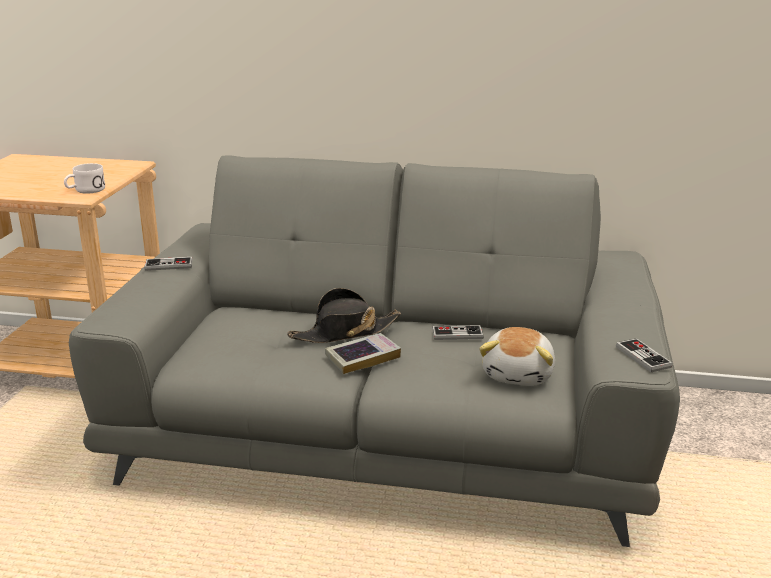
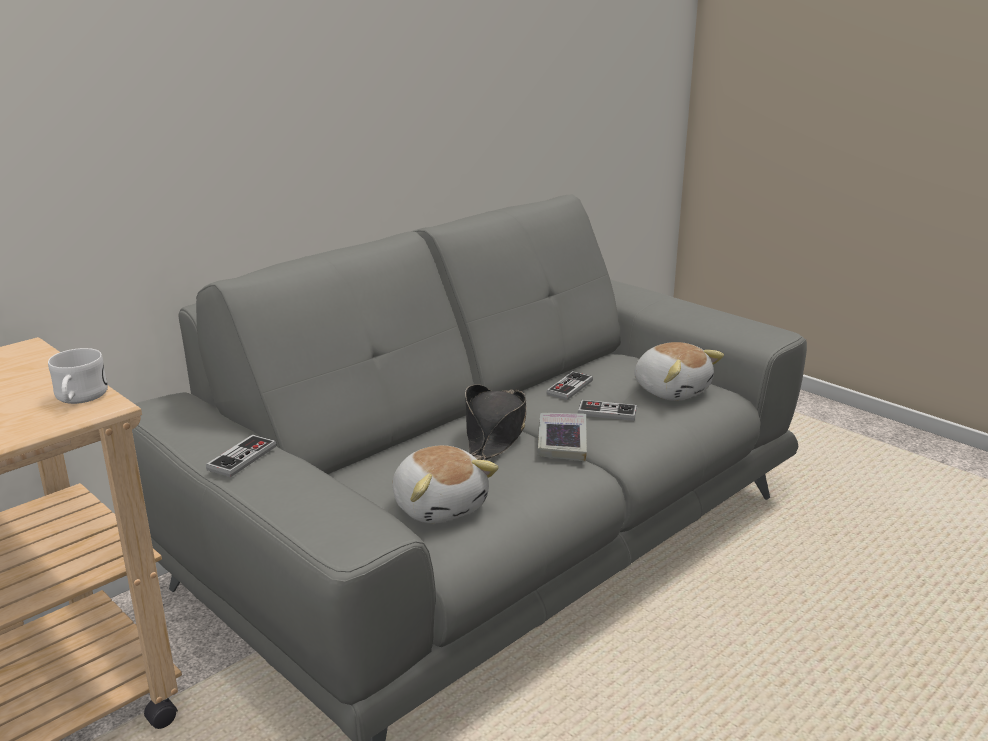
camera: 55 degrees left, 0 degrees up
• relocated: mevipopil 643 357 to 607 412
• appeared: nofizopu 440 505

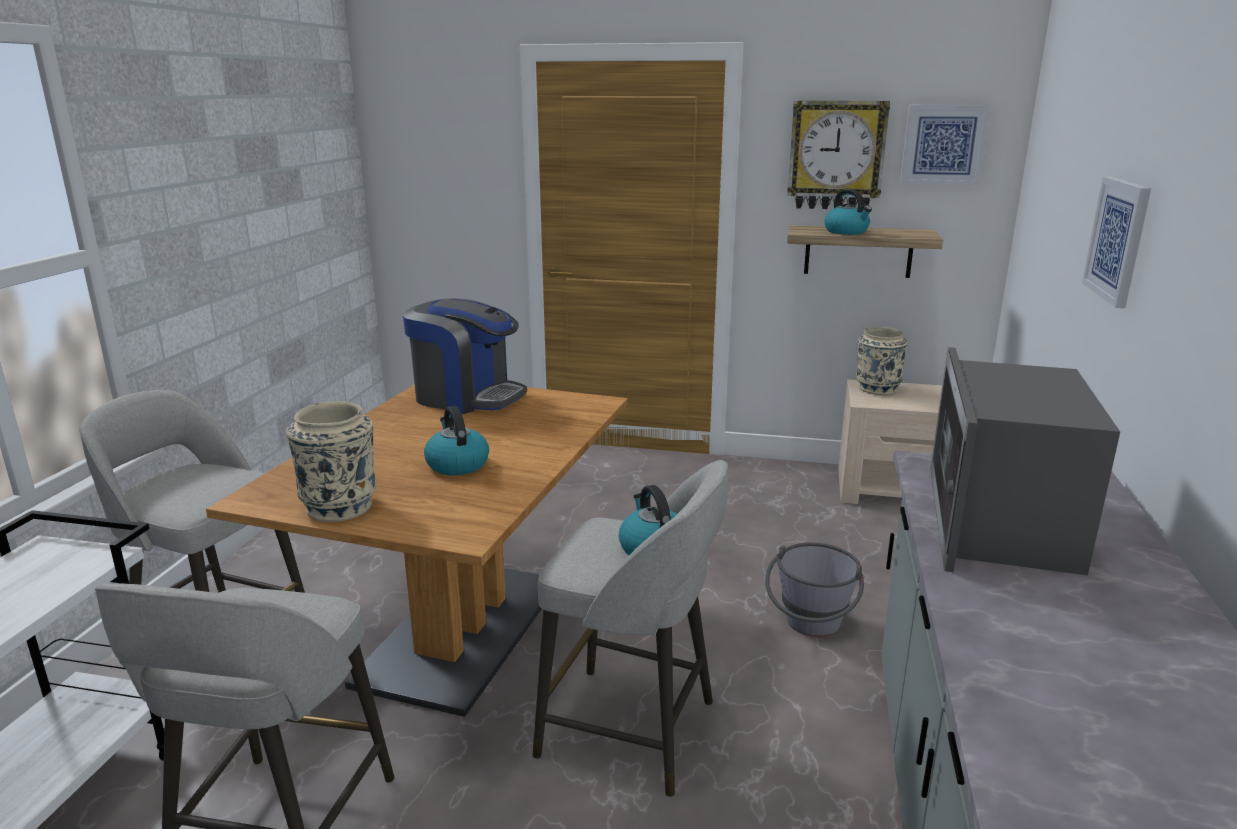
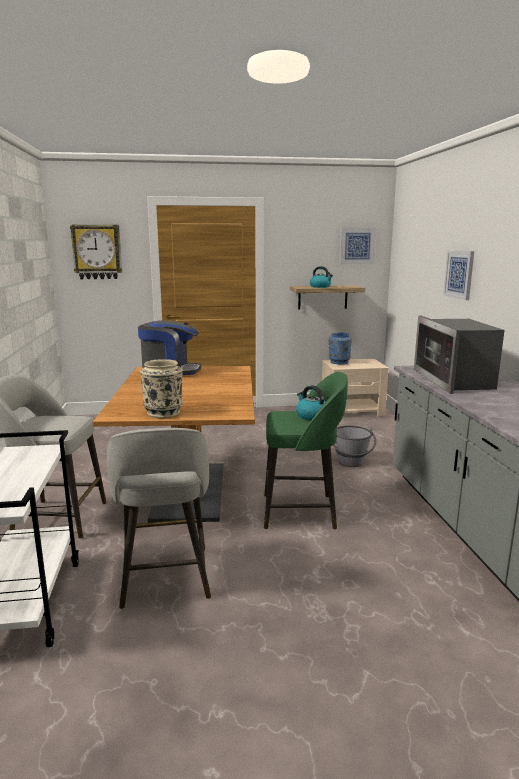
camera: 20 degrees left, 5 degrees down
• missing: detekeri 456 464
• colour: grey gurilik 632 730 to green gurilik 301 511
• relocated: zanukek 836 155 to 97 252
• colour: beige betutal 877 389 to blue betutal 339 362

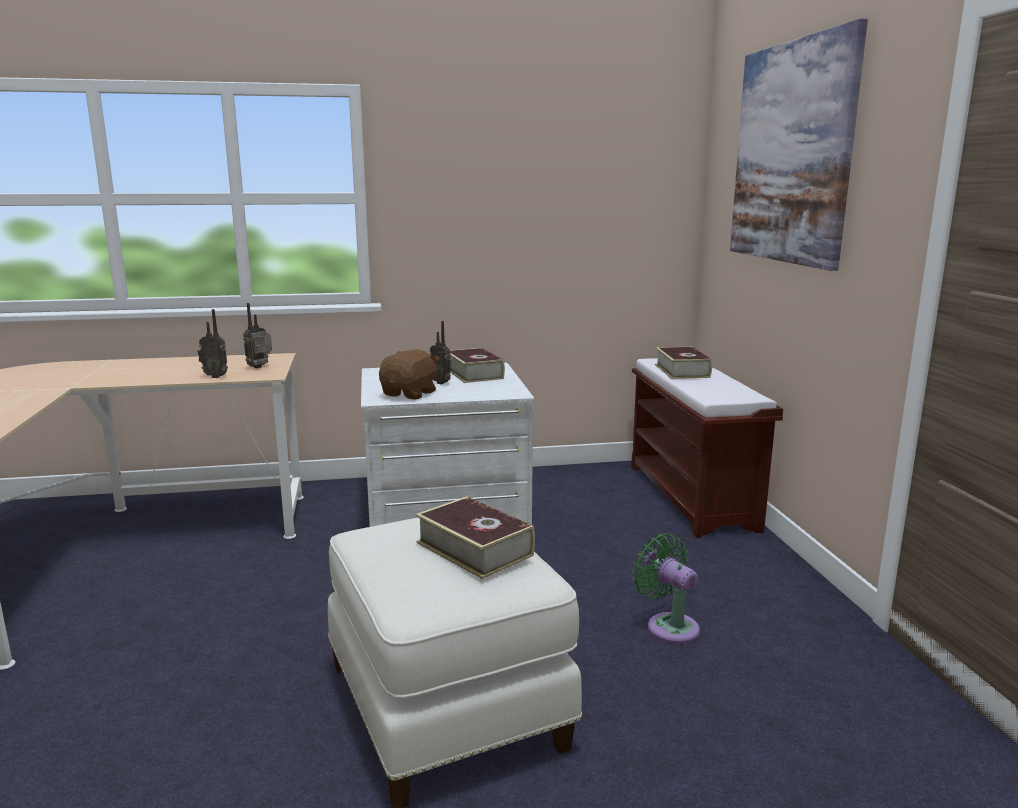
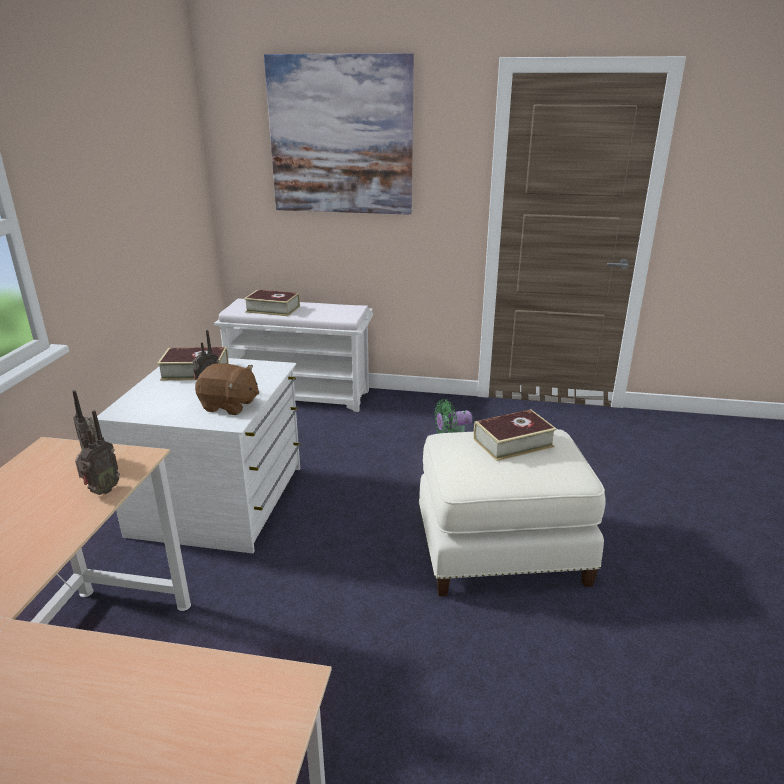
camera: 70 degrees left, 10 degrees up
• spun: brown nofizopu 410 394 = 229 406 150 degrees clockwise
• colour: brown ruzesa 692 497 to white ruzesa 301 395

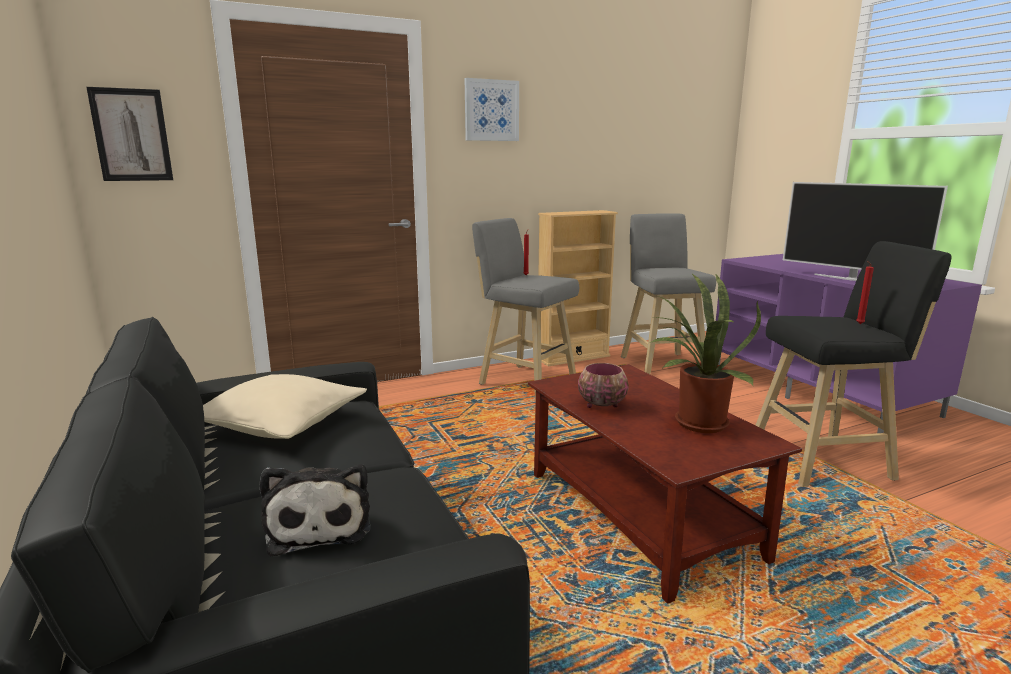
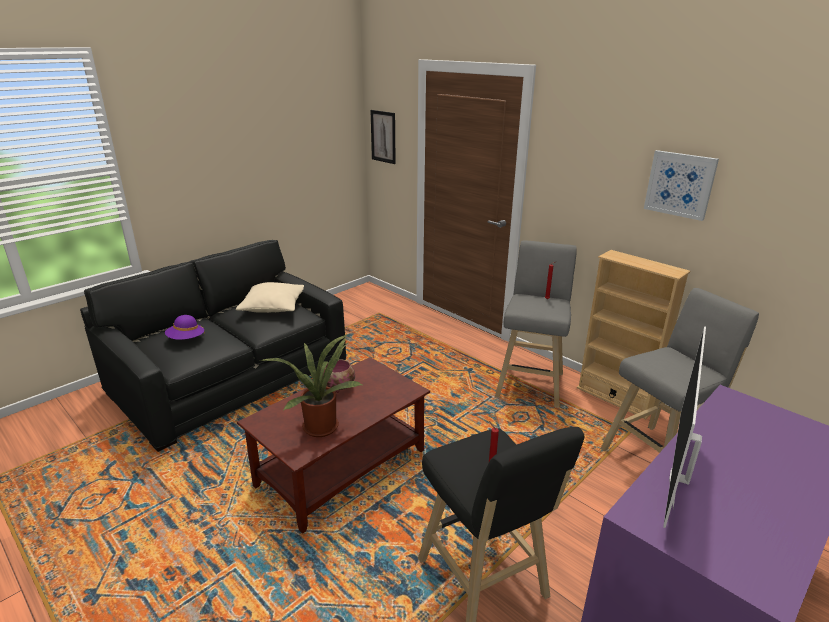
camera: 70 degrees right, 10 degrees up
• exchanged: nofizopu 319 525 to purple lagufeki 186 339
• relocated: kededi 491 110 to 680 184

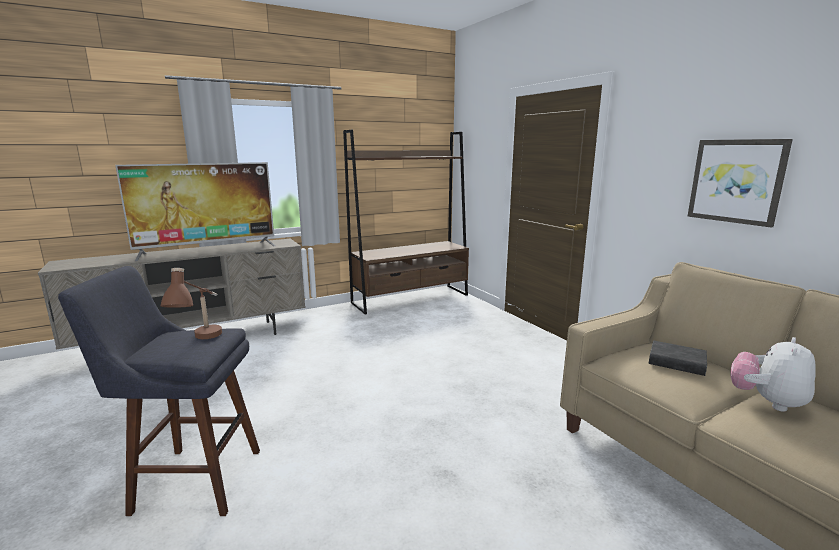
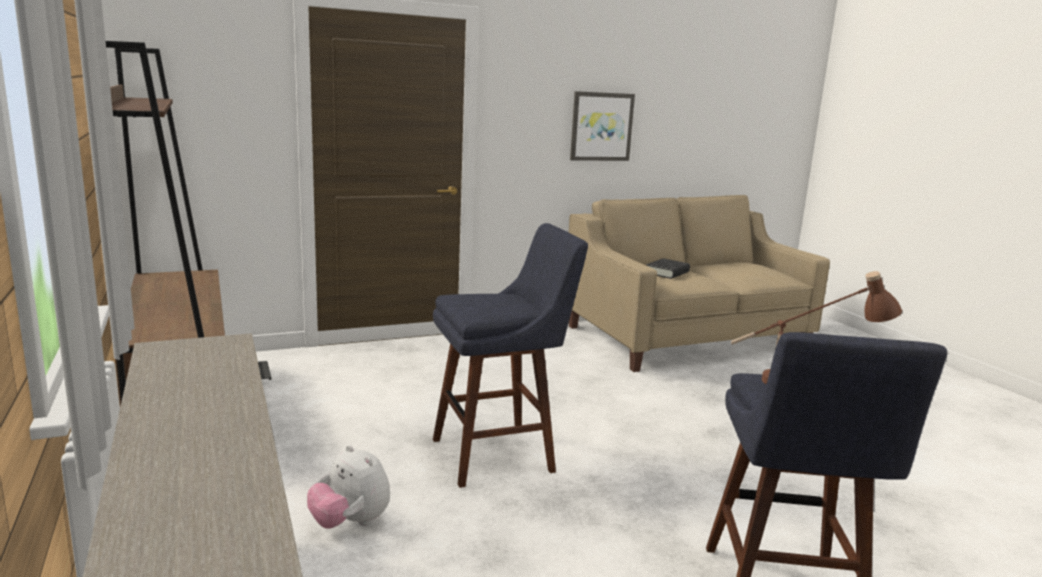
camera: 85 degrees left, 0 degrees up
• missing: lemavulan 208 250
• relocated: nofizopu 767 402 to 350 523
• appeared: blue gurilik 500 454

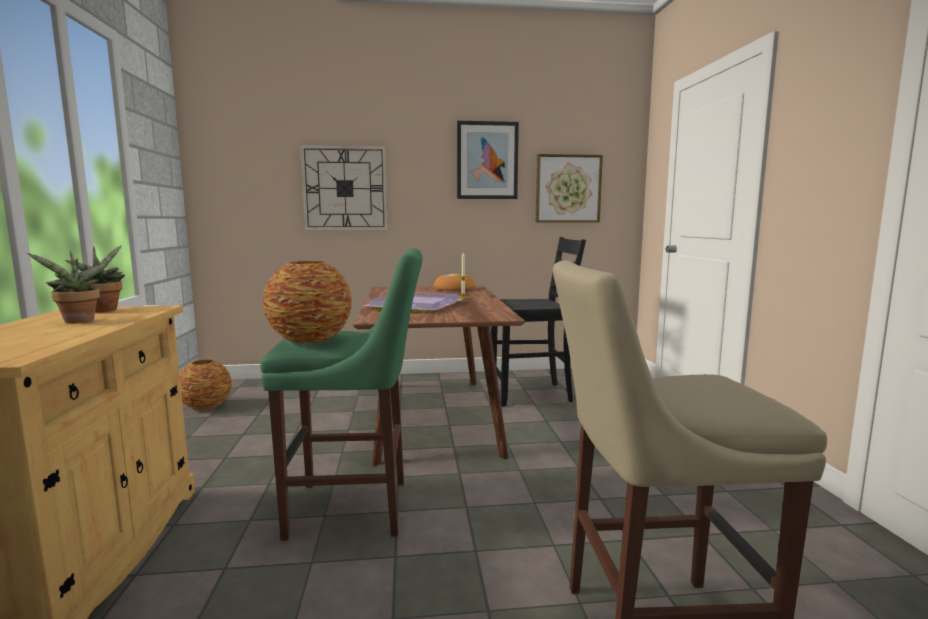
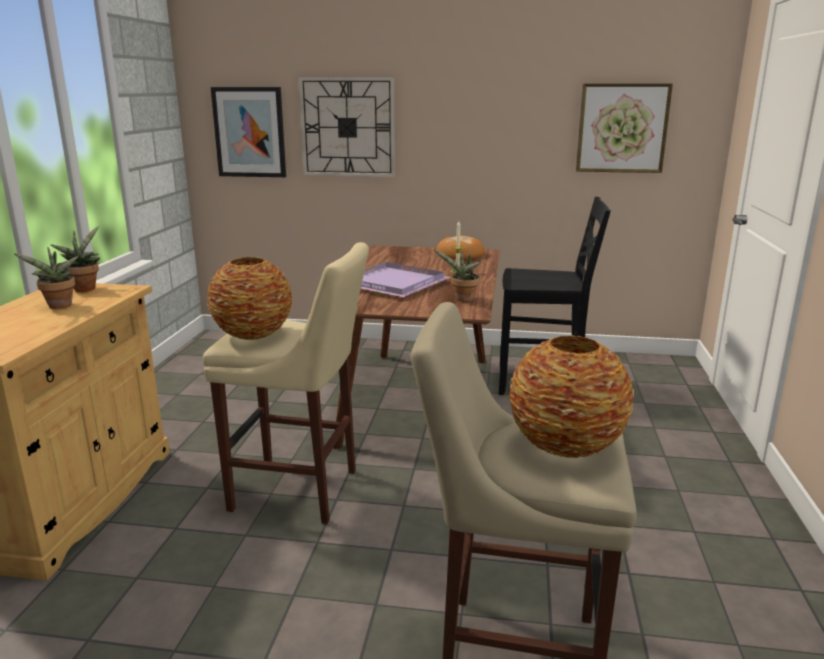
camera: 15 degrees right, 10 degrees up
• relocated: betutal 206 406 to 565 445
• colour: green gurilik 356 508 to beige gurilik 301 491
• relocated: kededi 487 160 to 249 132
• appeared: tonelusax 462 300

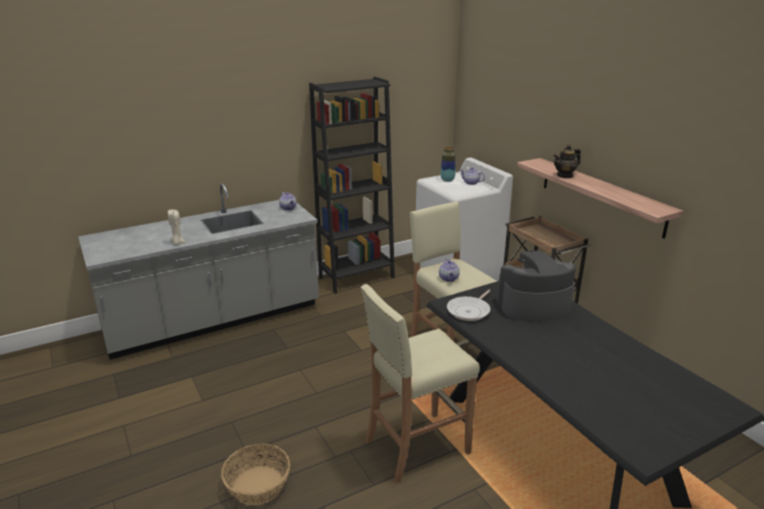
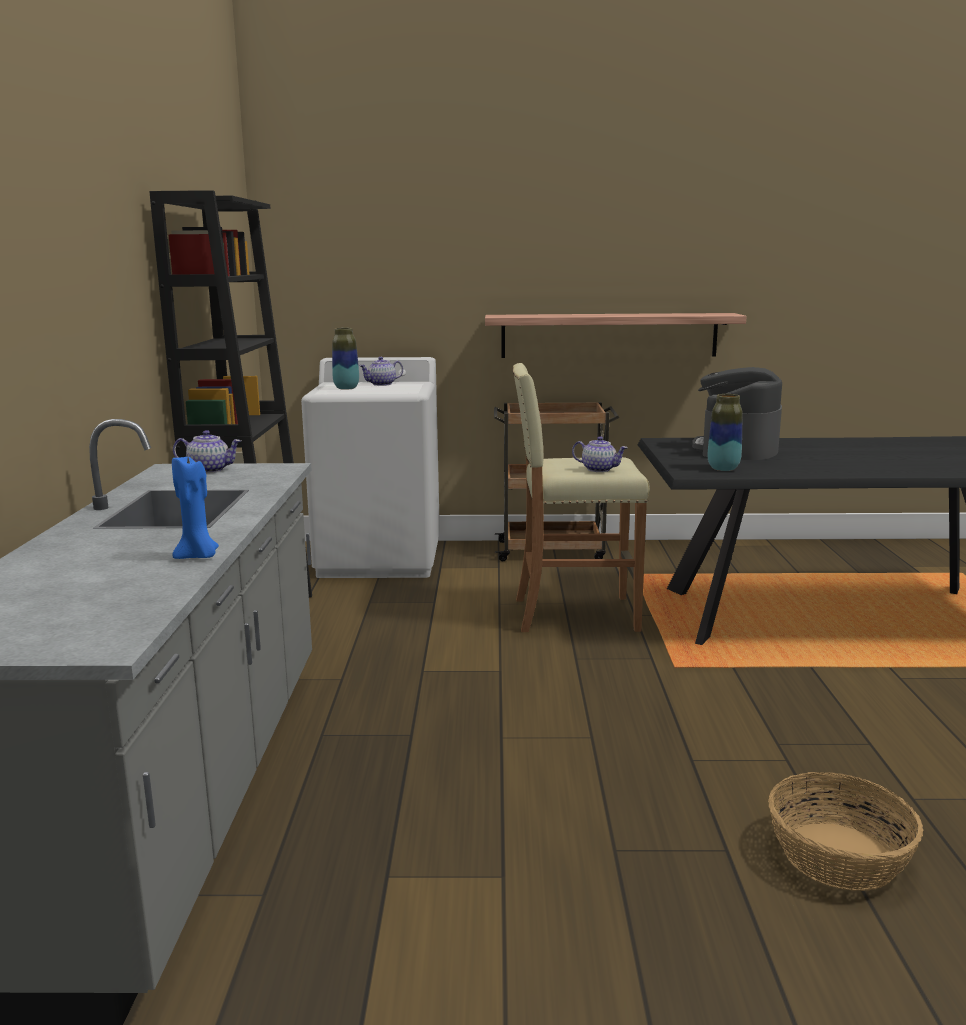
camera: 60 degrees left, 10 degrees down
• colour: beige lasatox 177 243 to blue lasatox 198 556
• missing: beige gurilik 416 447
• exchanged: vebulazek 470 310 to betutal 723 469
• missing: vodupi 565 175

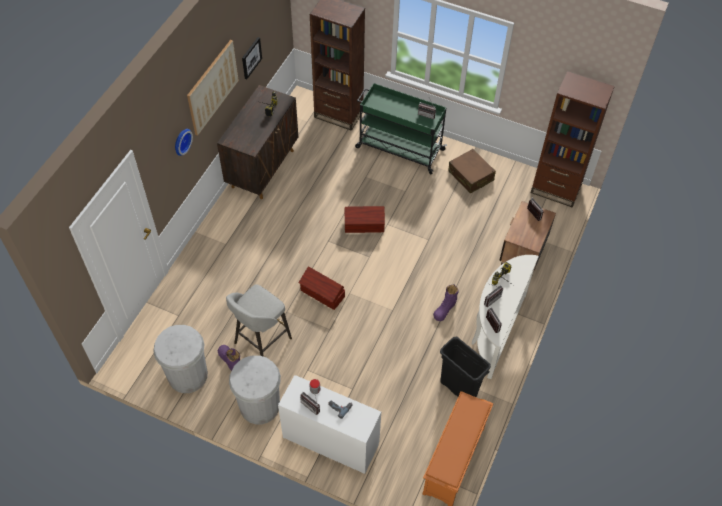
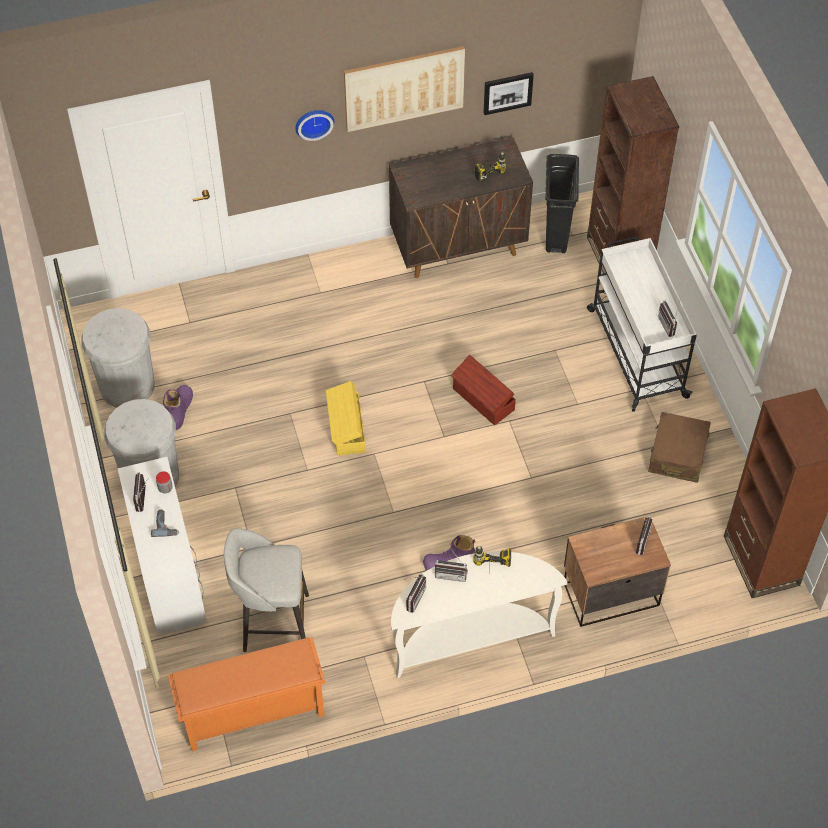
camera: 50 degrees right, 0 degrees up
• relocated: grey gurilik 261 341 to 273 622
• colour: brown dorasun 322 294 to yellow dorasun 346 429
• colour: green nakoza 399 148 to white nakoza 636 351
• relocated: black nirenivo 458 388 to 556 234

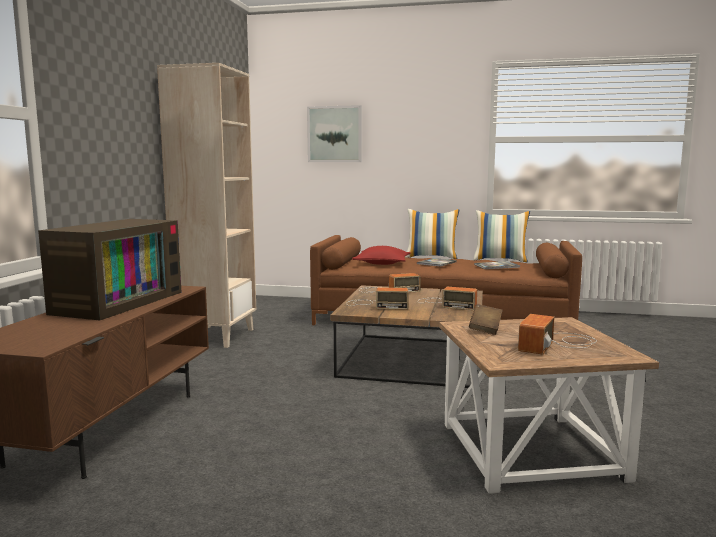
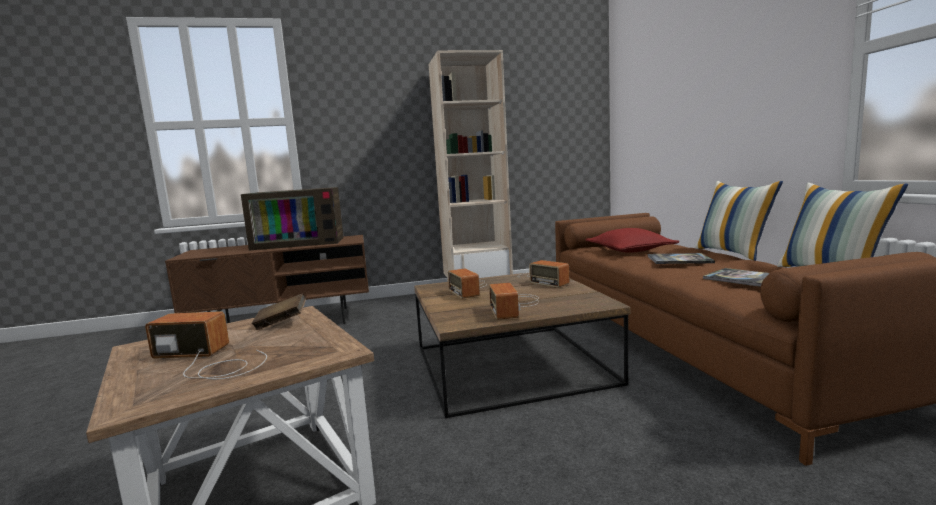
camera: 65 degrees right, 0 degrees up
• missing: kededi 335 134

